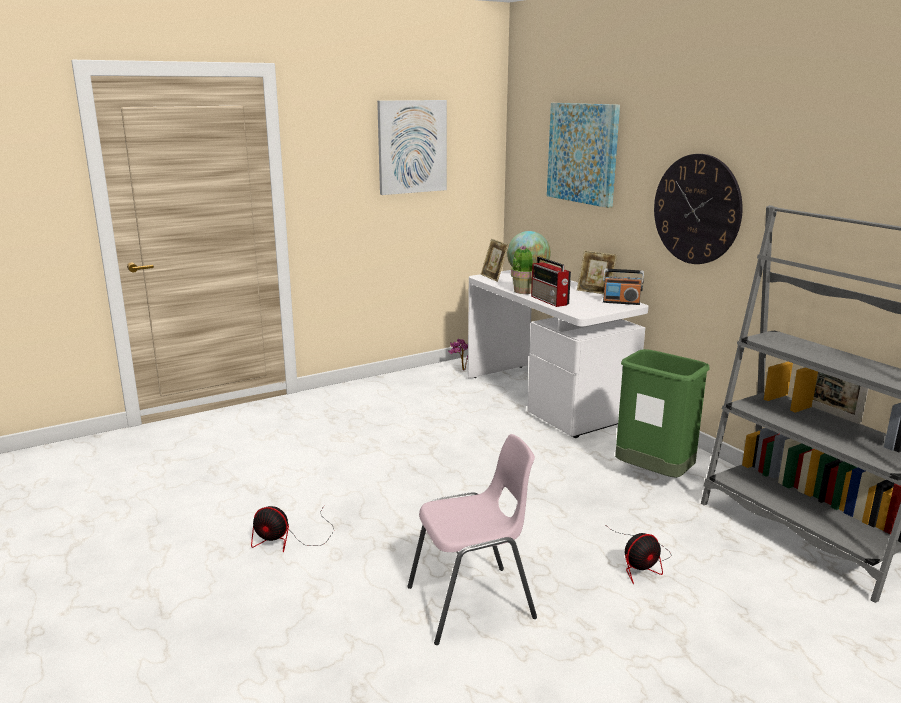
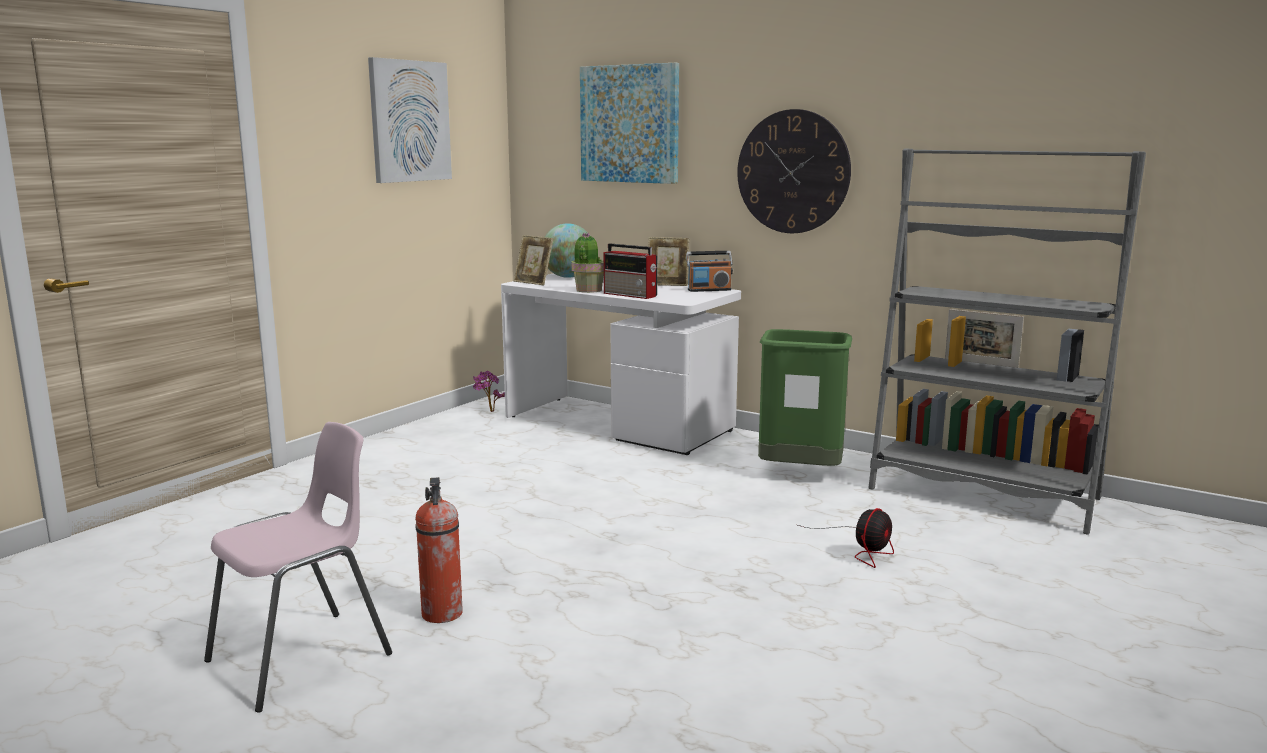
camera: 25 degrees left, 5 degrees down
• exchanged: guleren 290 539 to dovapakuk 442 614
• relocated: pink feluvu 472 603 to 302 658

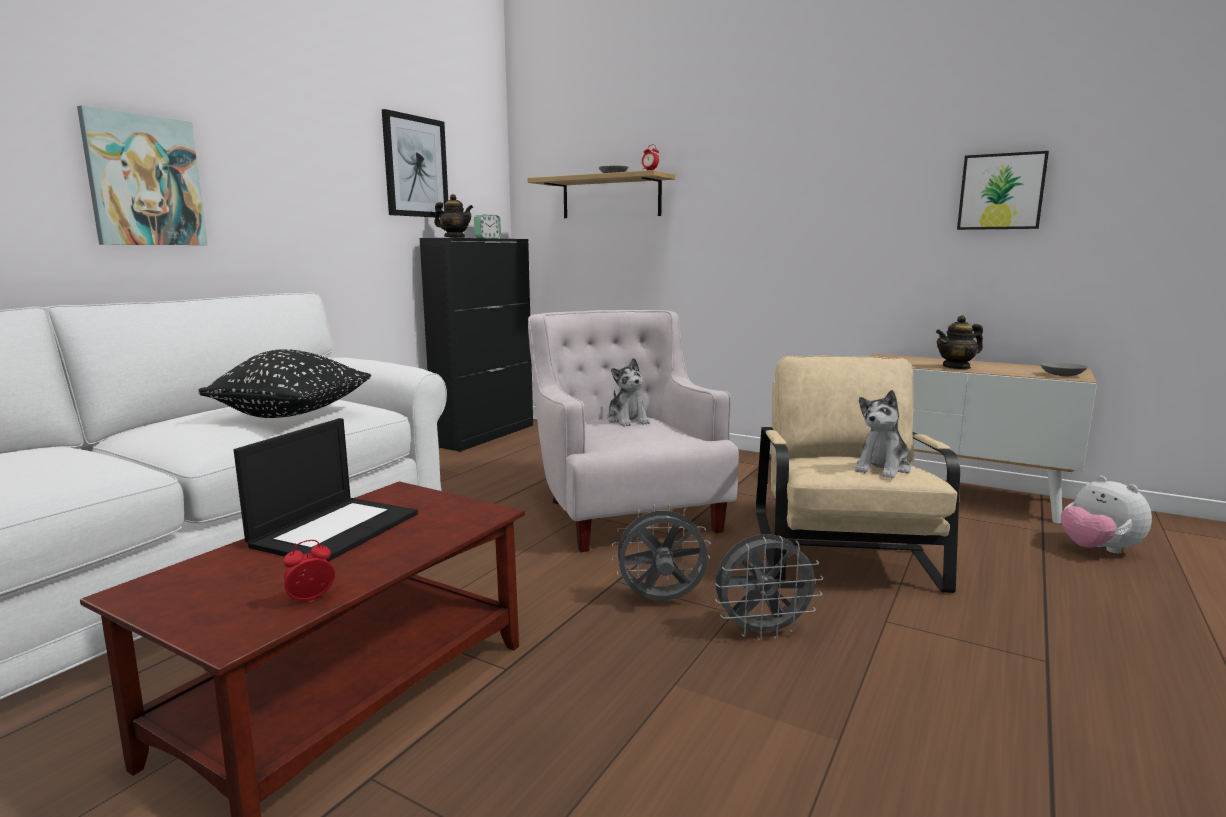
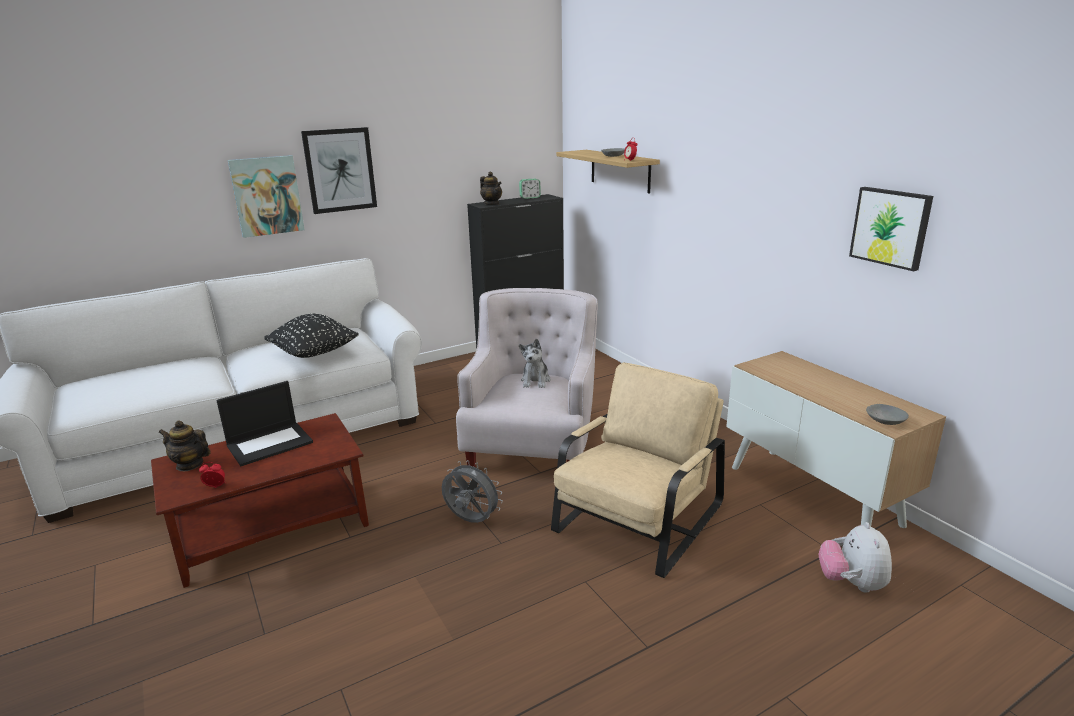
camera: 30 degrees right, 10 degrees up
• relocated: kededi 415 167 to 340 170
• missing: grey guleren 762 632
• missing: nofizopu 883 468
• relocated: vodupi 956 367 to 190 465

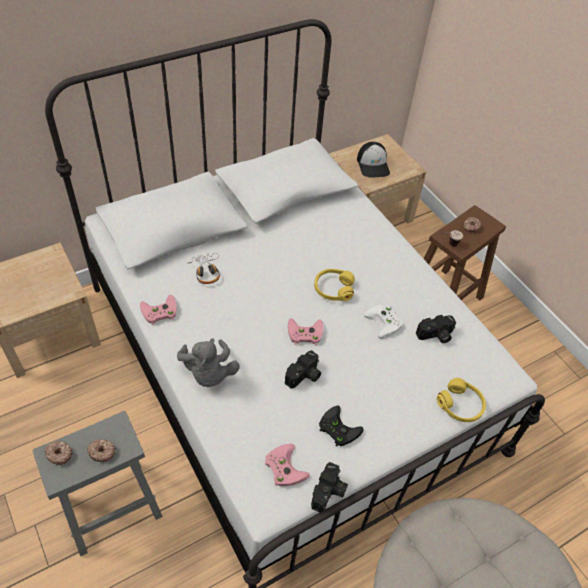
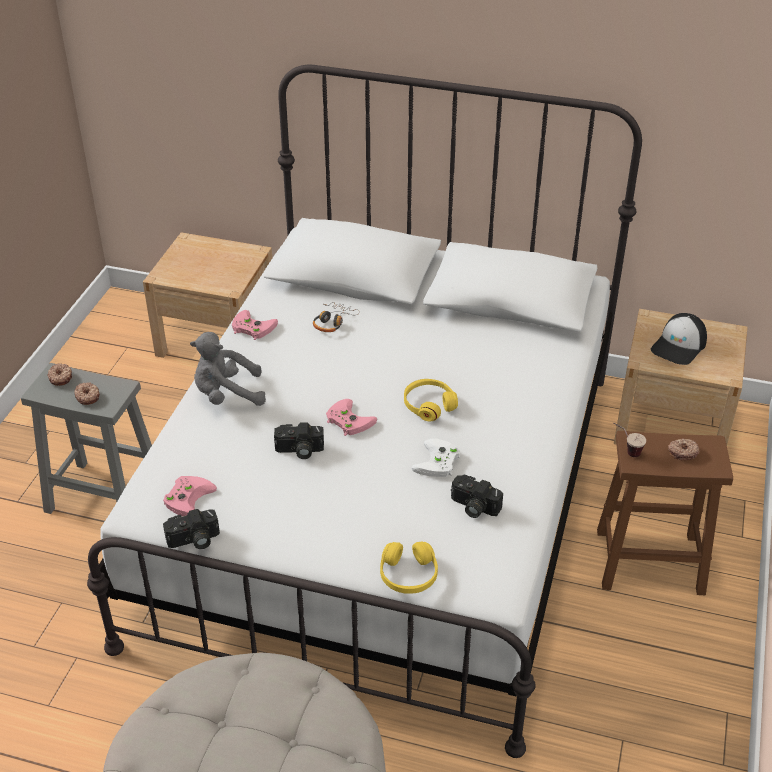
camera: 50 degrees right, 10 degrees down
• spun: grey nofizopu 208 373 = 227 395 45 degrees clockwise
• missing: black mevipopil 337 428

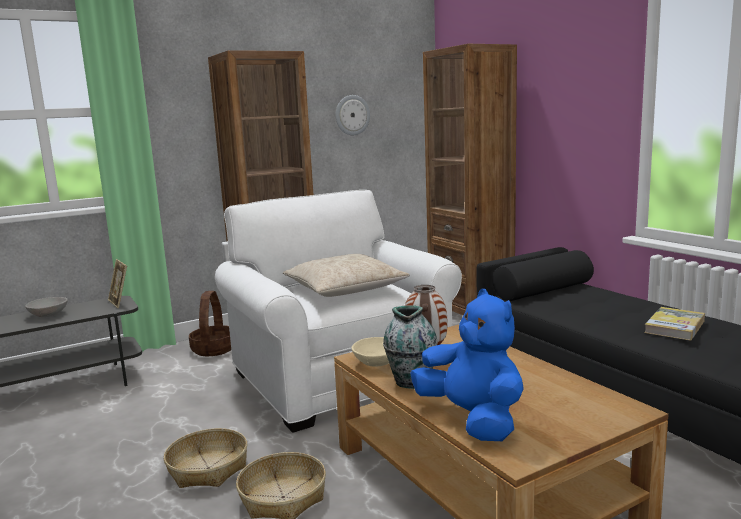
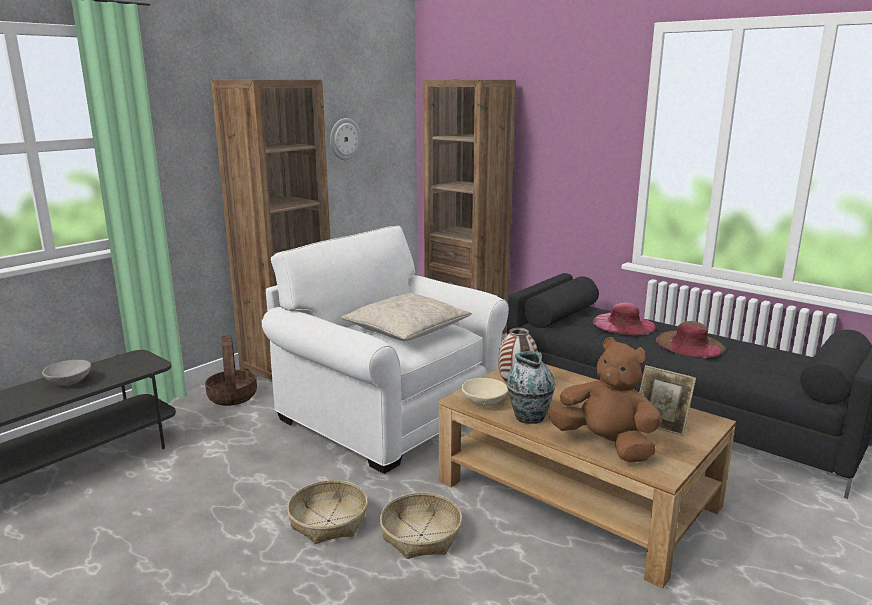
camera: 20 degrees left, 5 degrees up
• relocated: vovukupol 120 303 to 661 425
• colour: blue nofizopu 472 419 to brown nofizopu 605 445
• exchanged: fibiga 674 326 to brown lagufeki 690 344
• appeared: pink lagufeki 624 324

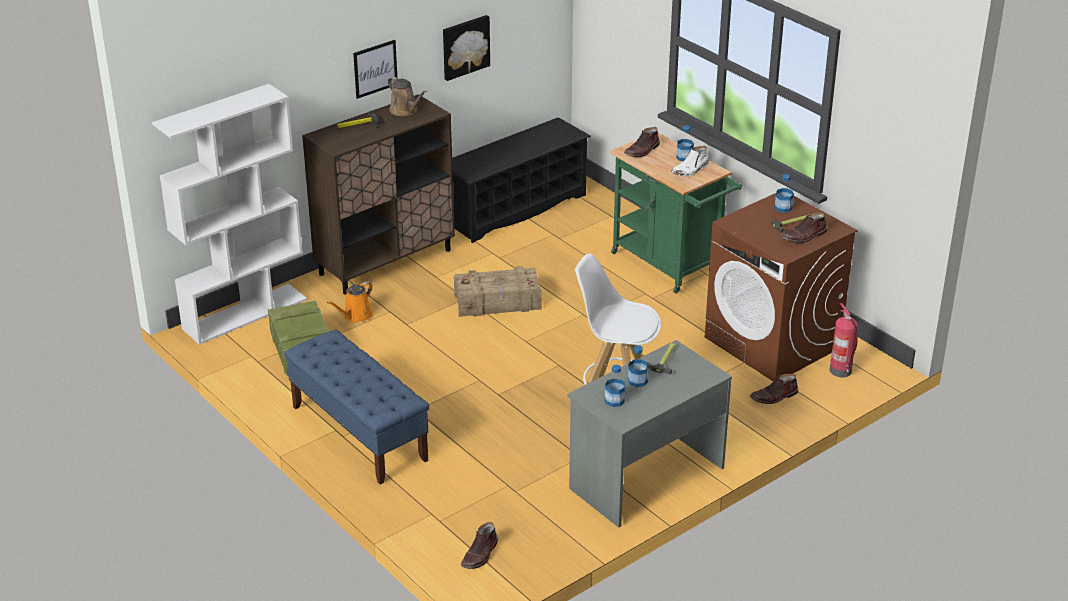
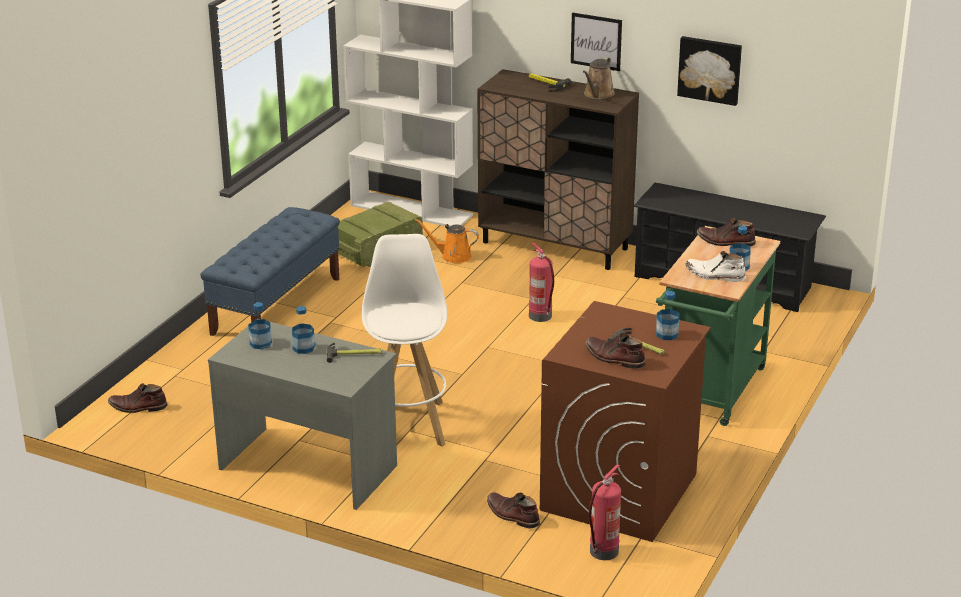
camera: 65 degrees right, 5 degrees down
• exchanged: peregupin 498 302 to dovapakuk 541 316

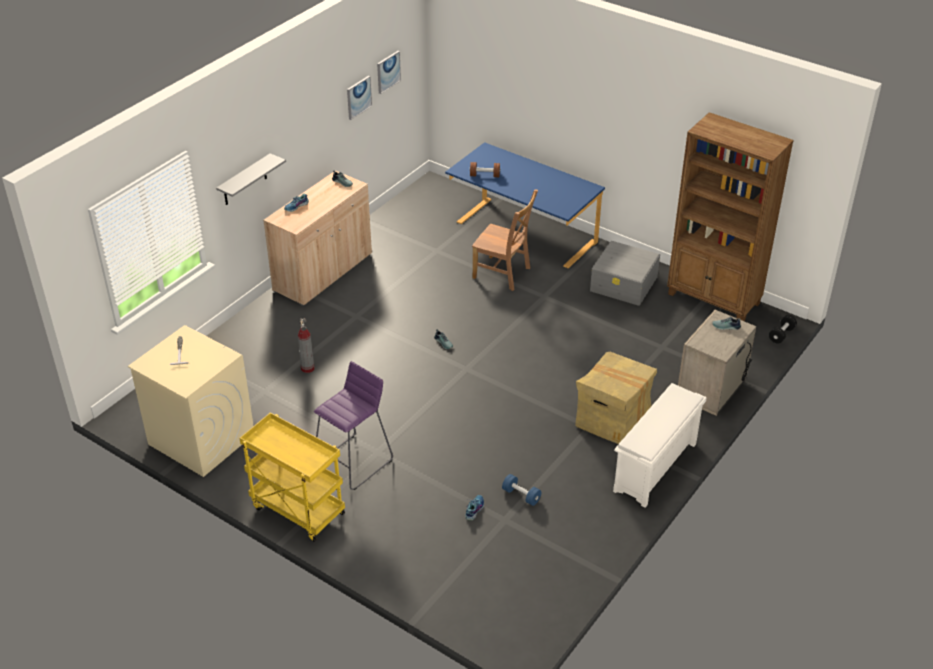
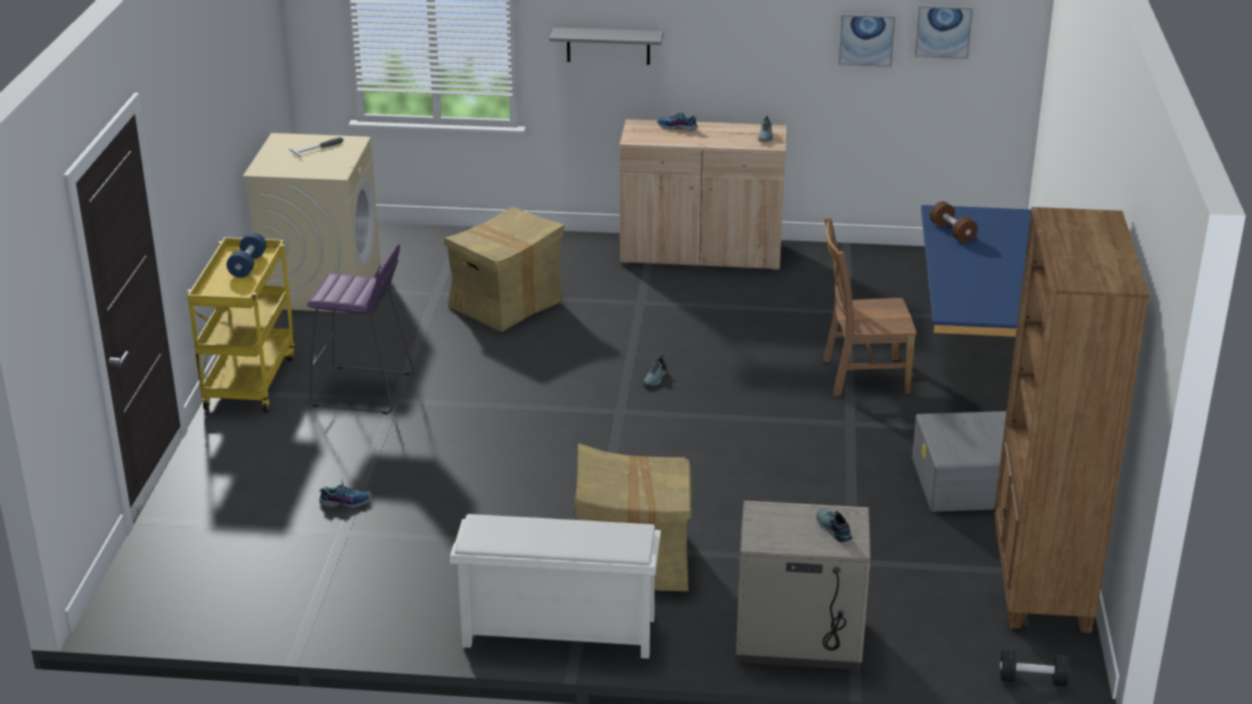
camera: 60 degrees right, 10 degrees down
• exchanged: dovapakuk 307 368 to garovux 506 305
• spun: brown feluvu 503 274 = 861 376 90 degrees clockwise
• relocated: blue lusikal 521 495 to 248 265

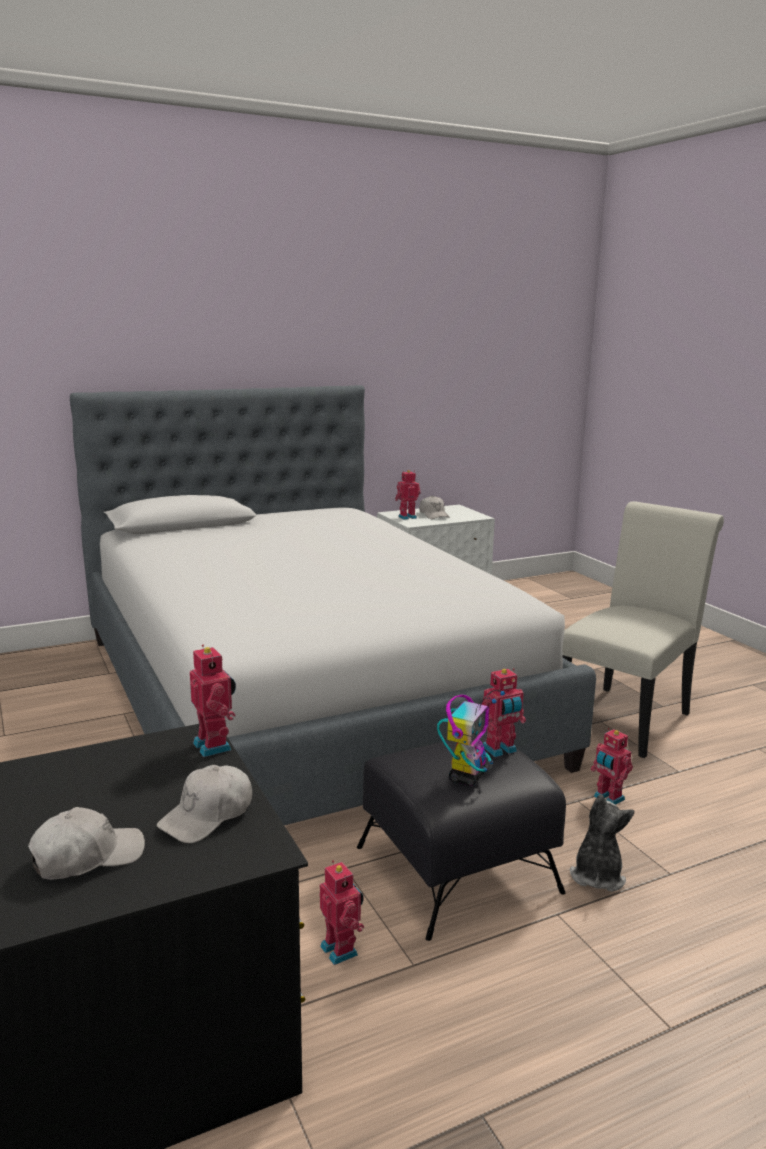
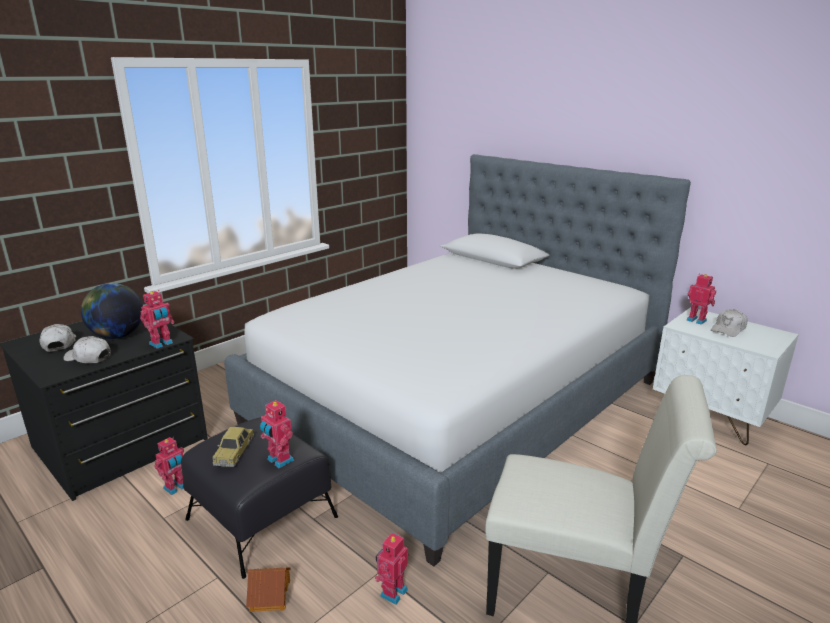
camera: 70 degrees right, 5 degrees up
• spun: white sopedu 87 857 = 59 344 150 degrees counterclockwise
• exchanged: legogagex 467 776 to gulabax 234 452
• exchanged: nofizopu 597 875 to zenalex 269 595
• appeared: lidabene 117 336

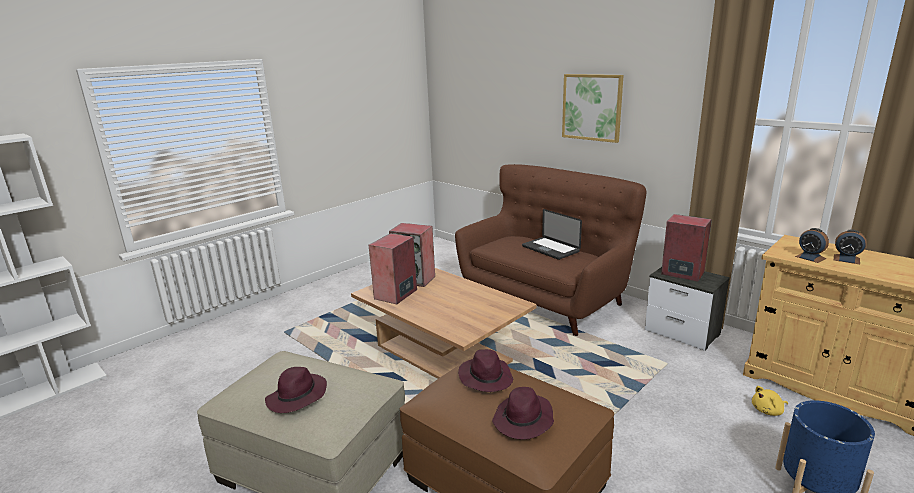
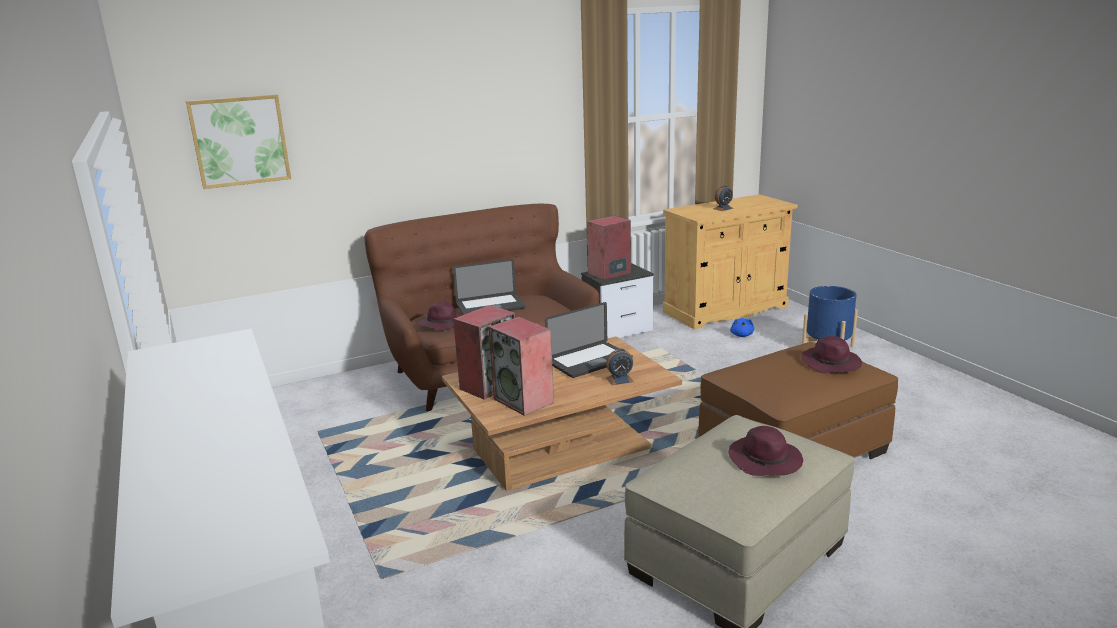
camera: 70 degrees left, 0 degrees up
• relocated: purple lagufeki 485 377 to 442 324
• relocated: kededi 592 107 to 240 141
• colour: yellow nofizopu 768 411 to blue nofizopu 742 335
• relocated: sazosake 810 257 to 619 379
• appeared: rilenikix 590 361

